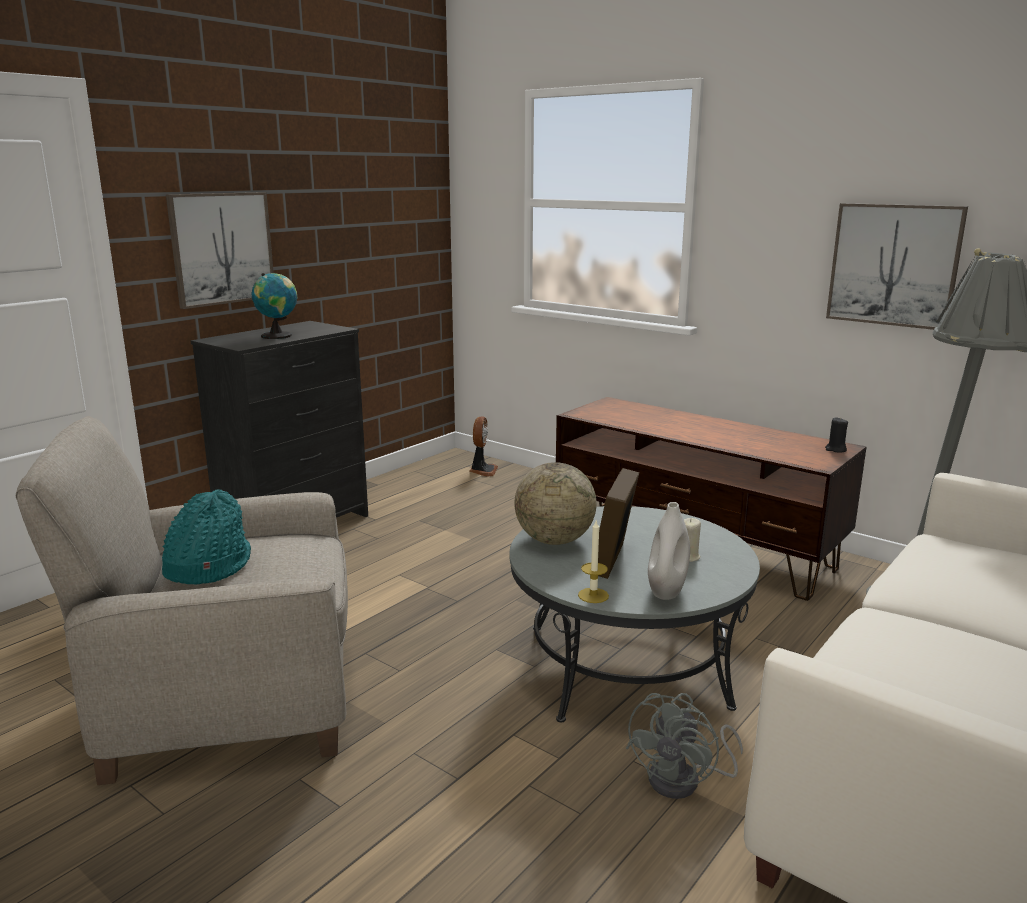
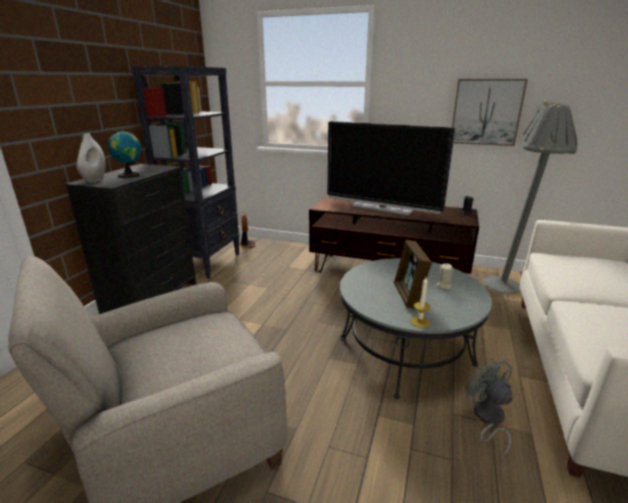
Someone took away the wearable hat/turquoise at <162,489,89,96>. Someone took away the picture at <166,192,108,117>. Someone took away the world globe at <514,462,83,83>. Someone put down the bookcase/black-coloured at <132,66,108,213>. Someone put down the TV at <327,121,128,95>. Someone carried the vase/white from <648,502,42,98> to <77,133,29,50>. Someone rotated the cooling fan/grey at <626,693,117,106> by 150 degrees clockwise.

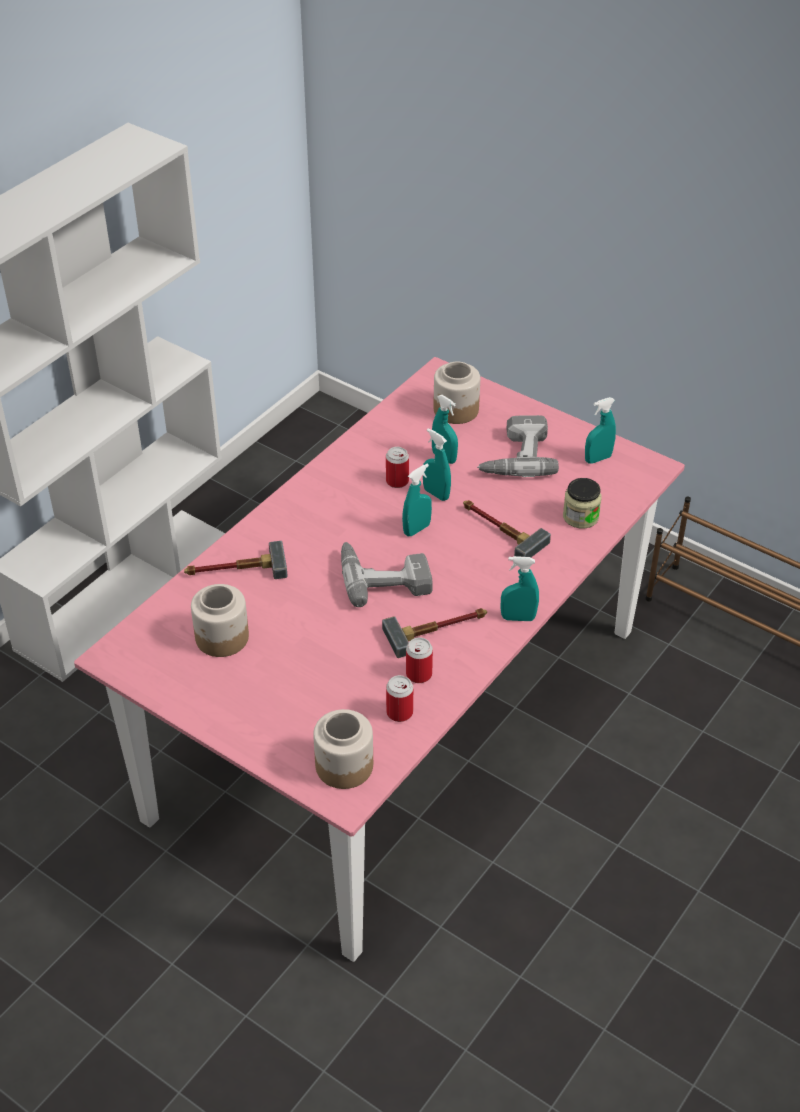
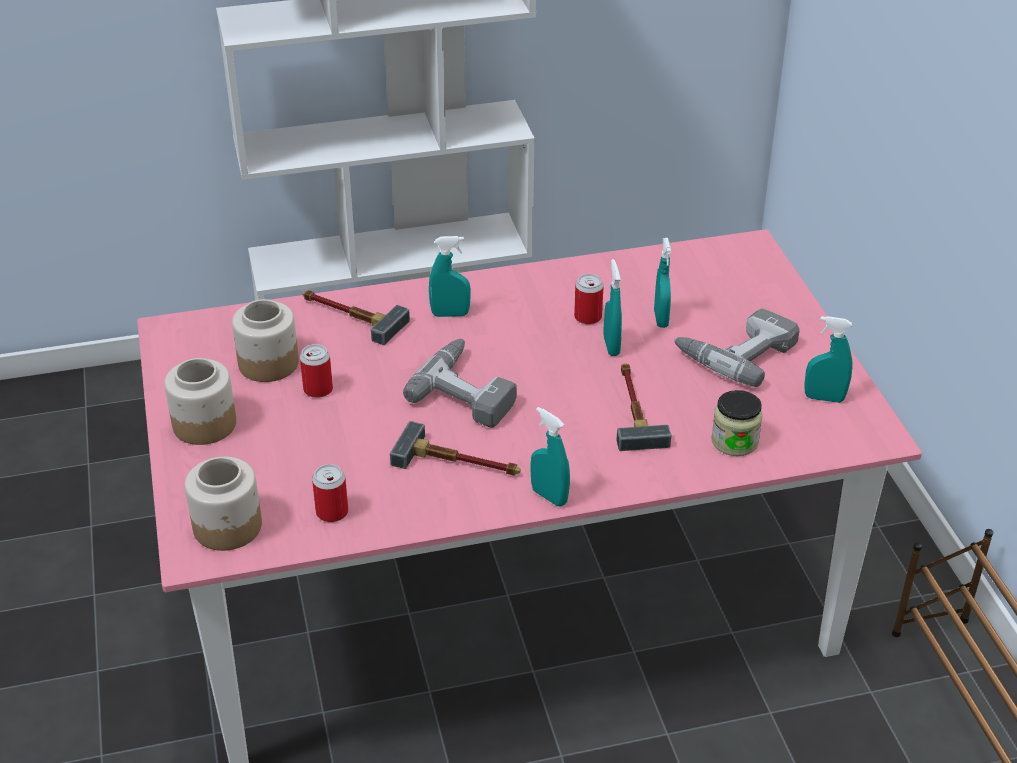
Someone carried the hand sprayer/turquoise from <402,464,30,72> to <429,236,42,81>. Someone carried the sealed can from <406,637,27,46> to <300,344,33,54>. Someone carried the preserve jar from <433,361,47,63> to <164,358,72,87>.

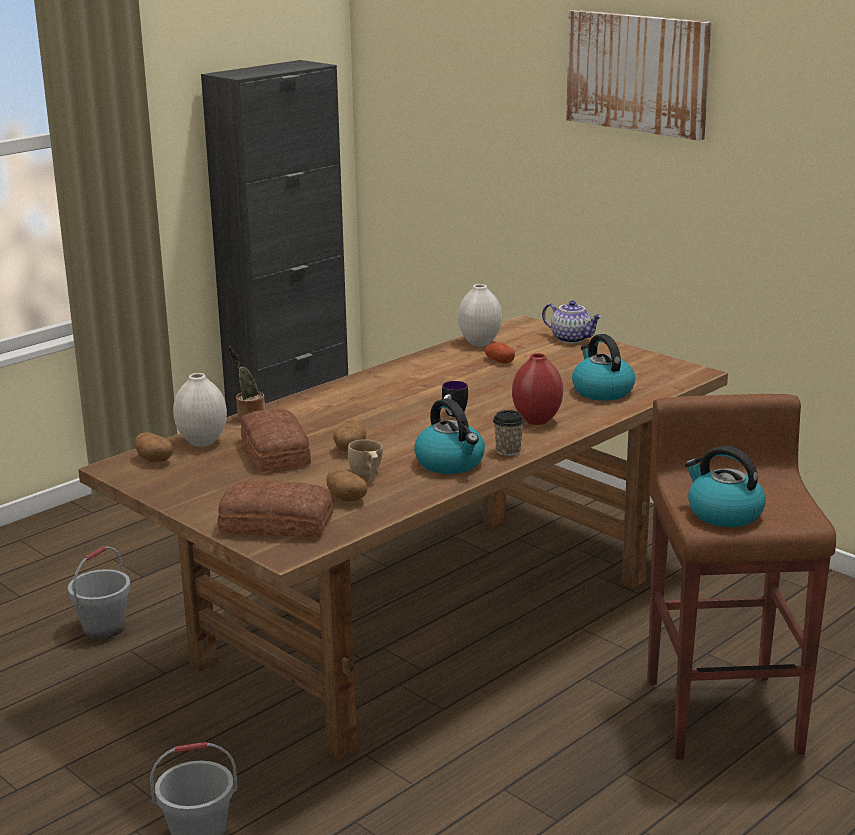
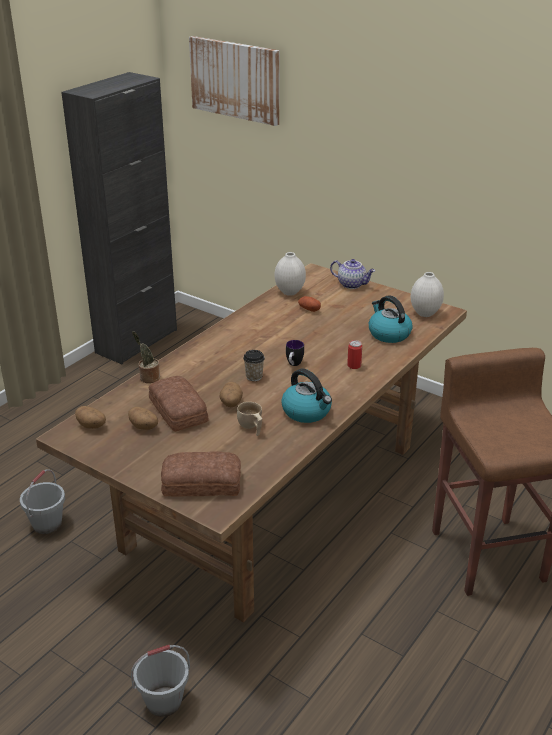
Someone took away the water kettle at <685,446,81,81>. Someone carried the vase/white from <173,373,54,74> to <411,272,33,45>. Someone carried the potato from <326,469,41,32> to <128,407,30,23>. Someone carried the drinking cup from <493,410,31,46> to <243,350,22,31>. Someone carried the picture from <566,10,146,131> to <189,36,90,90>. Someone swapped the vase/red at <512,353,51,72> for the sealed can at <347,340,15,29>.

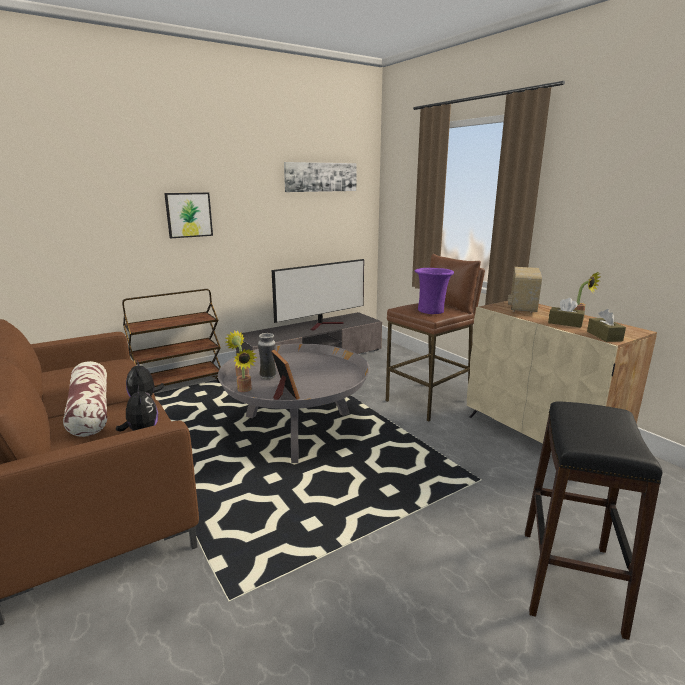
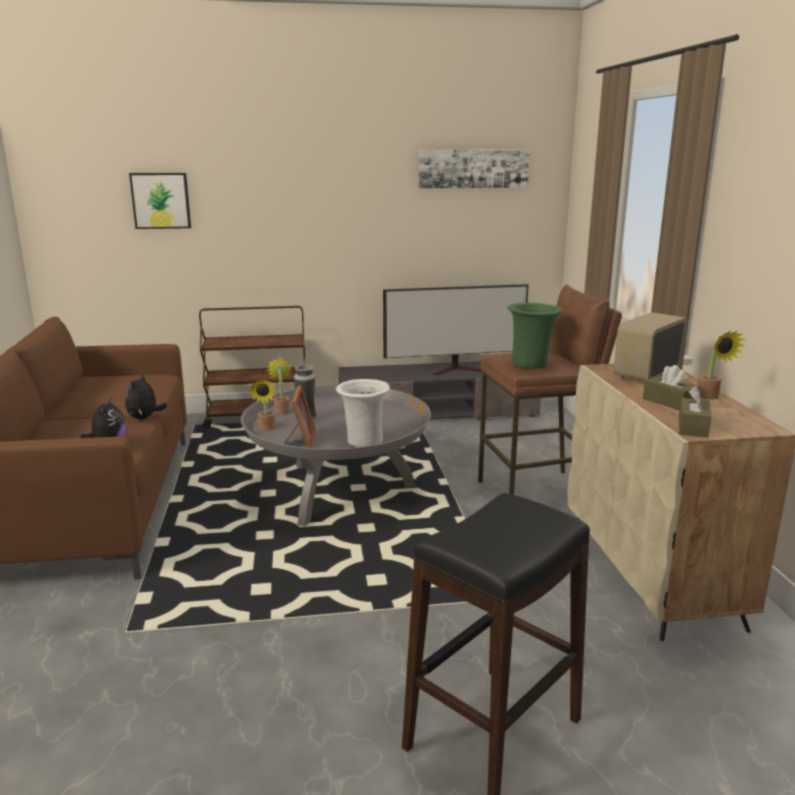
Someone took away the throw pillow at <63,361,44,76>. Someone put down the vase/white at <336,379,54,68>. Someone carried the picture from <164,192,49,46> to <129,173,62,56>. Someone repainted the vase/purplish at <415,268,39,46>, which became the vase/greenish at <507,303,55,66>.

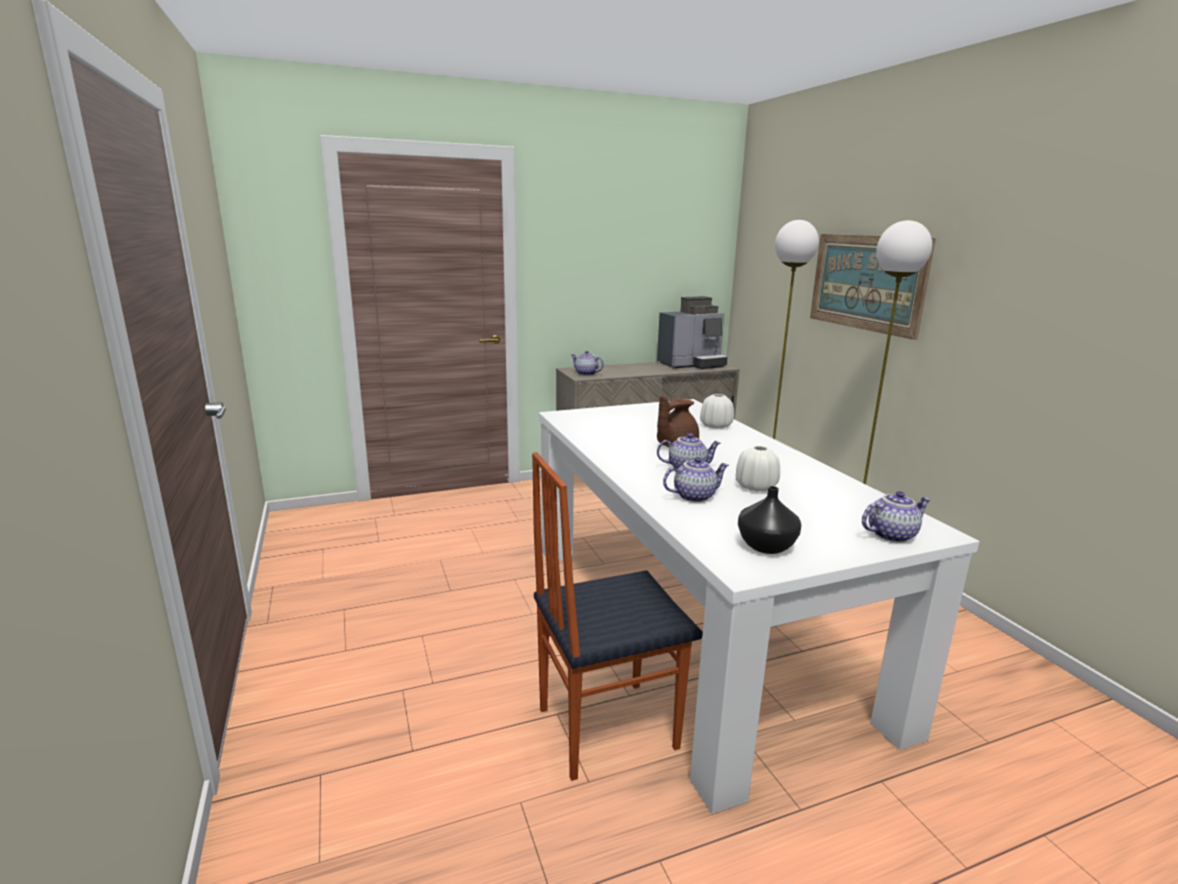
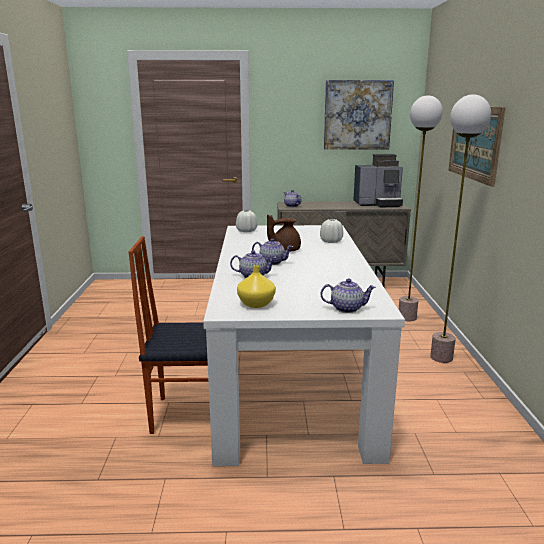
Someone put up the picture at <324,80,70,70>. Someone carried the vase/white from <736,446,44,46> to <236,210,21,22>. Someone repainted the vase/black-coloured at <738,486,63,68>, which became the vase/yellow-coloured at <237,265,39,43>.

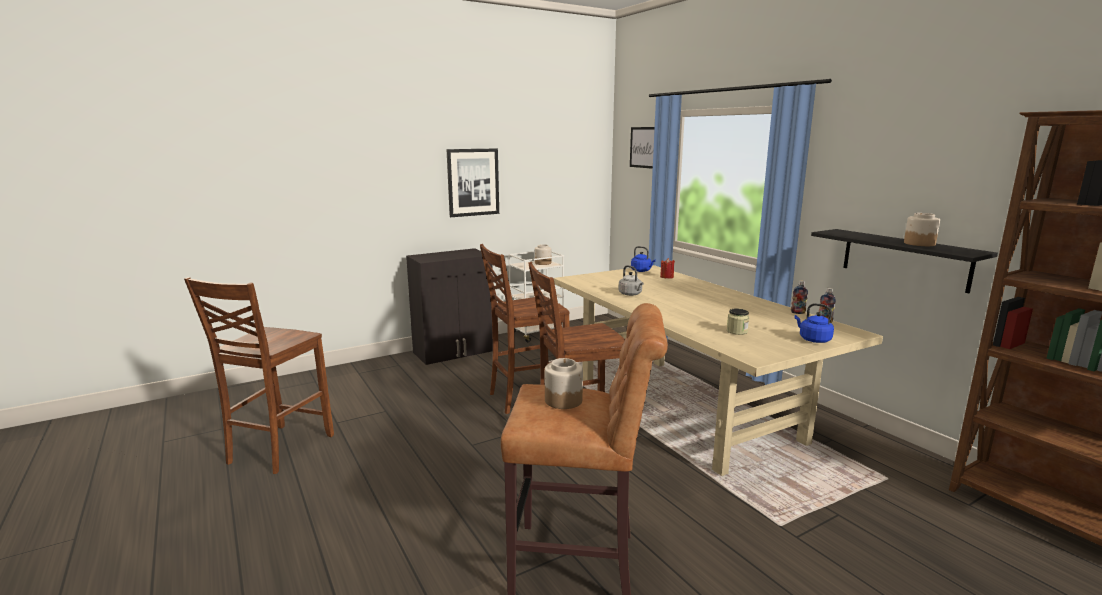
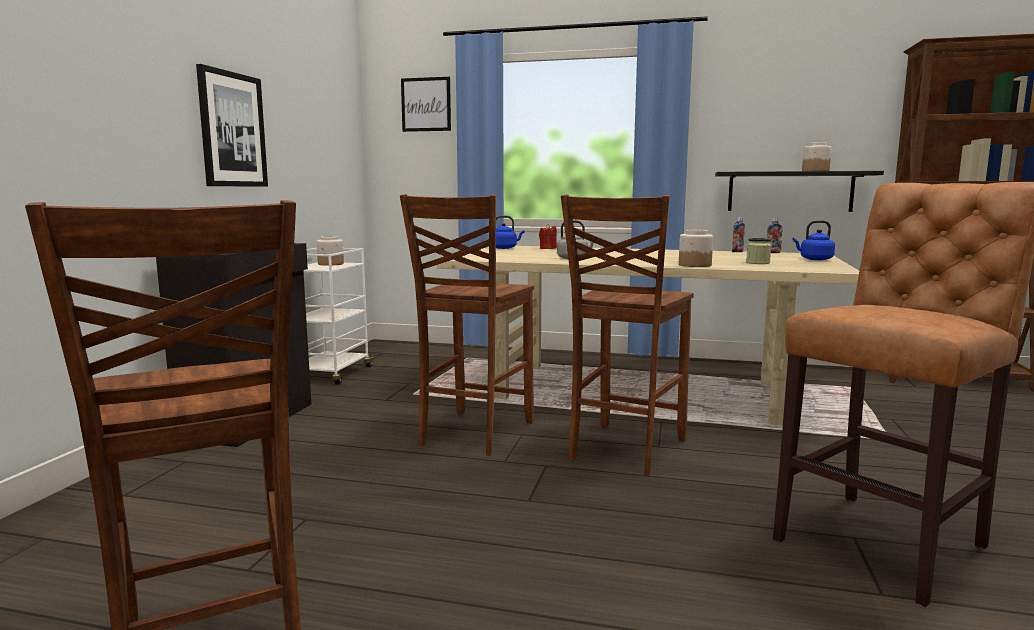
Someone carried the preserve jar from <545,358,38,51> to <679,229,34,38>.

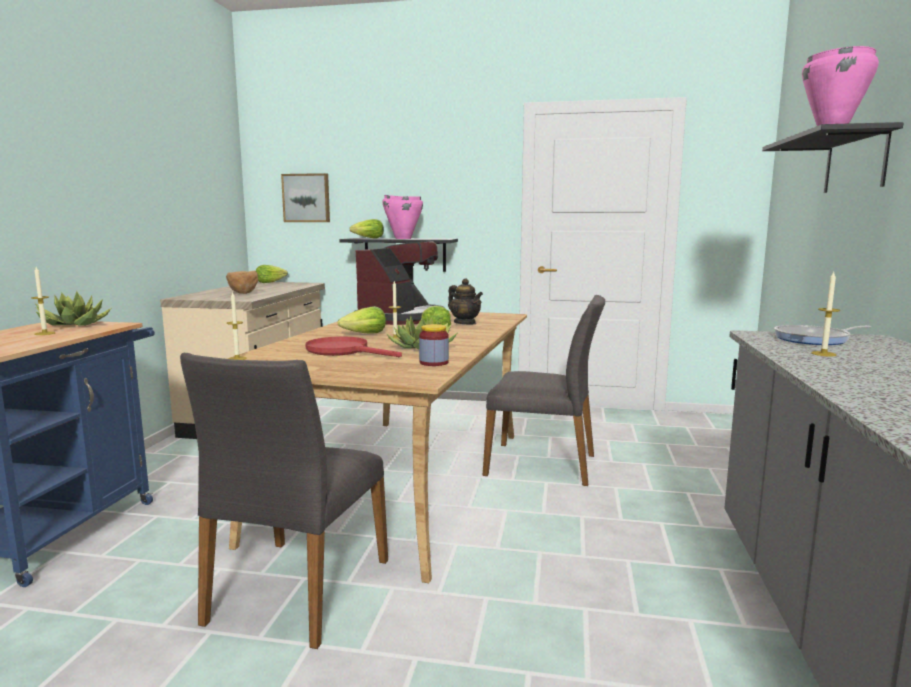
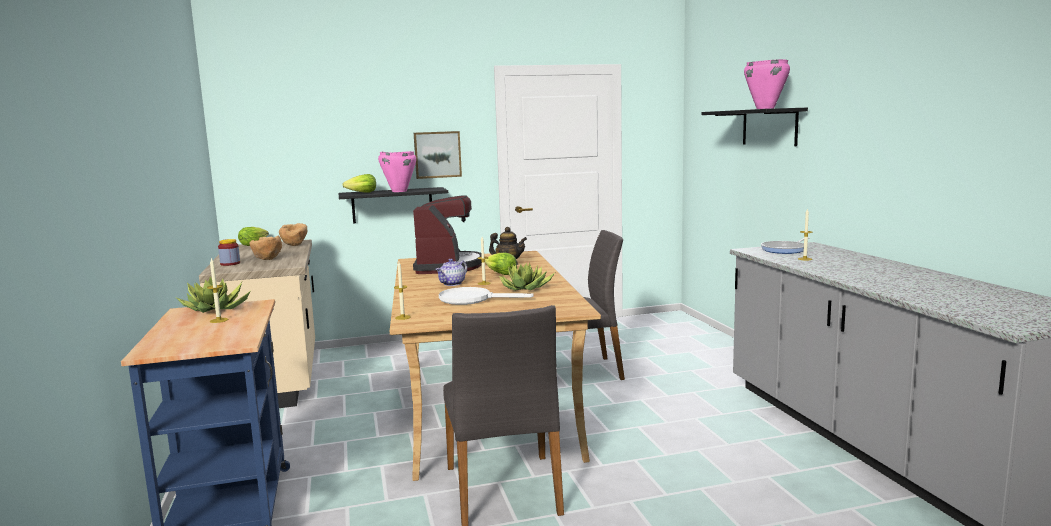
Someone put down the bowl/brown-coloured at <279,223,29,23>. Someone carried the picture from <281,173,49,49> to <414,131,48,48>. Someone carried the preserve jar from <419,324,30,42> to <218,239,22,27>. Someone swapped the lettuce at <338,306,48,28> for the teapot at <435,259,32,27>. Someone repainted the pan/red at <305,336,97,21>, which became the pan/white at <439,287,94,18>.

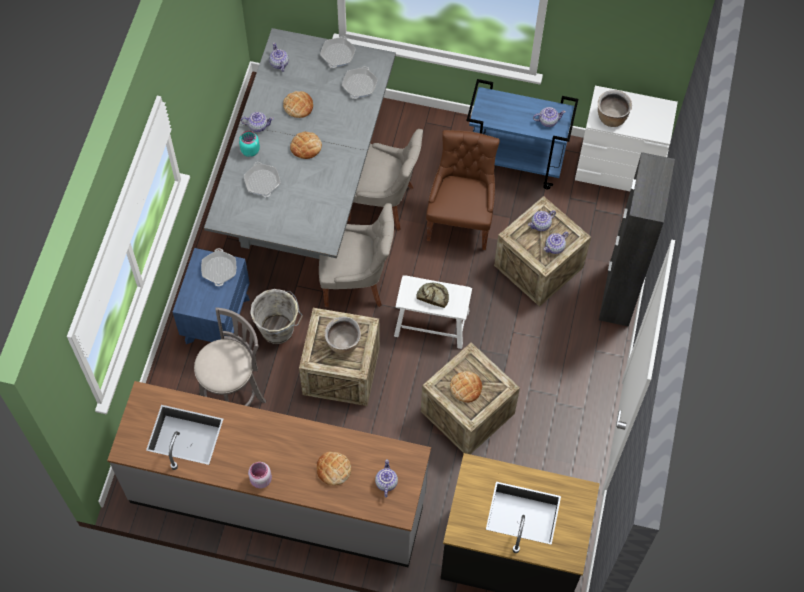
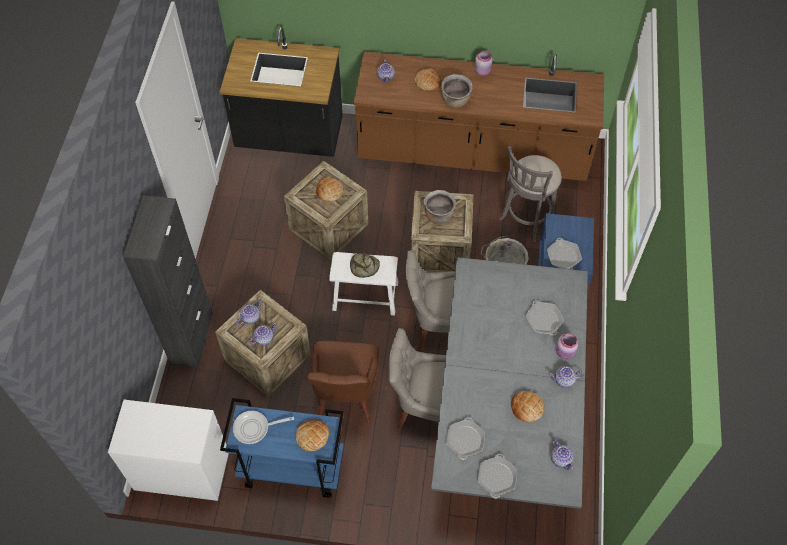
Someone carried the baked bread from <290,132,32,27> to <295,420,34,31>. Someone carried the stockpot/brown-coloured from <598,90,34,37> to <441,74,32,34>. Someone swapped the teapot at <533,107,33,20> for the pan at <233,411,61,33>. Someone repainted the kitchen base unit/grey at <107,381,324,186>, which became the kitchen base unit/brown-coloured at <354,52,250,129>. Someone repainted the preserve jar/turquoise at <239,131,21,26>, which became the preserve jar/pink at <556,333,22,26>.

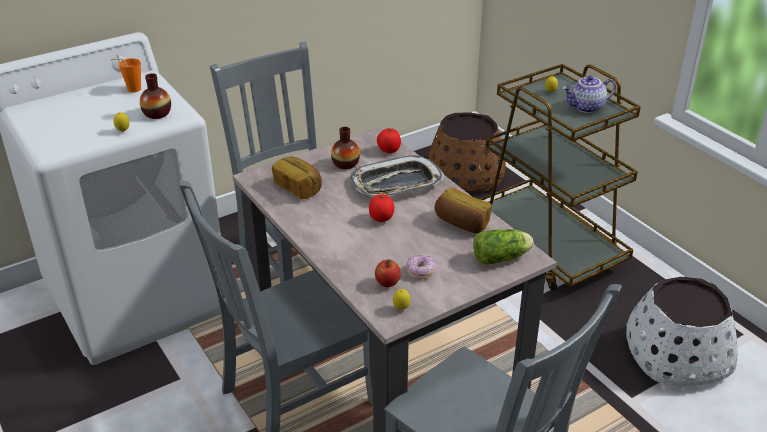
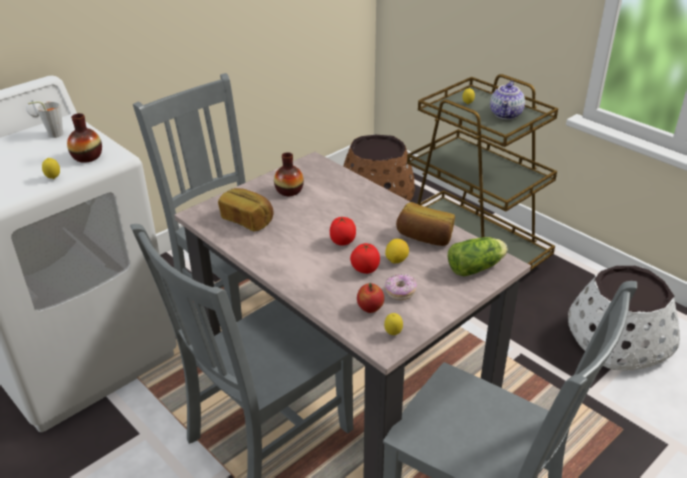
Someone took away the serving tray at <350,155,94,42>. Someone put down the citrus fruit at <385,239,24,25>. Someone carried the fresh tomato from <377,128,24,25> to <350,243,30,31>. Someone repainted the drinking cup/orange-coloured at <111,58,30,34>, which became the drinking cup/grey at <28,101,35,37>. Someone rotated the teapot at <563,75,53,38> by 45 degrees counterclockwise.

